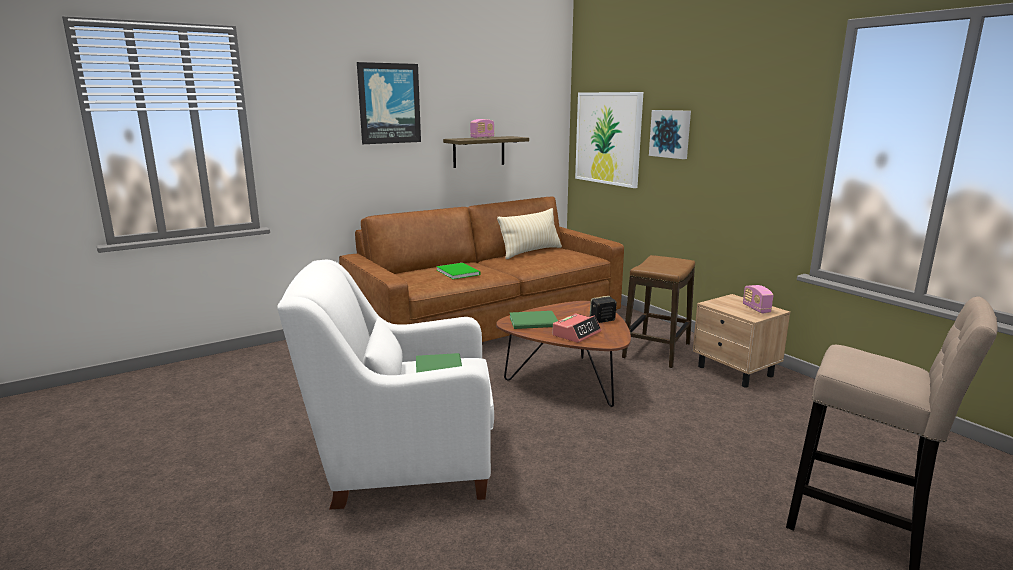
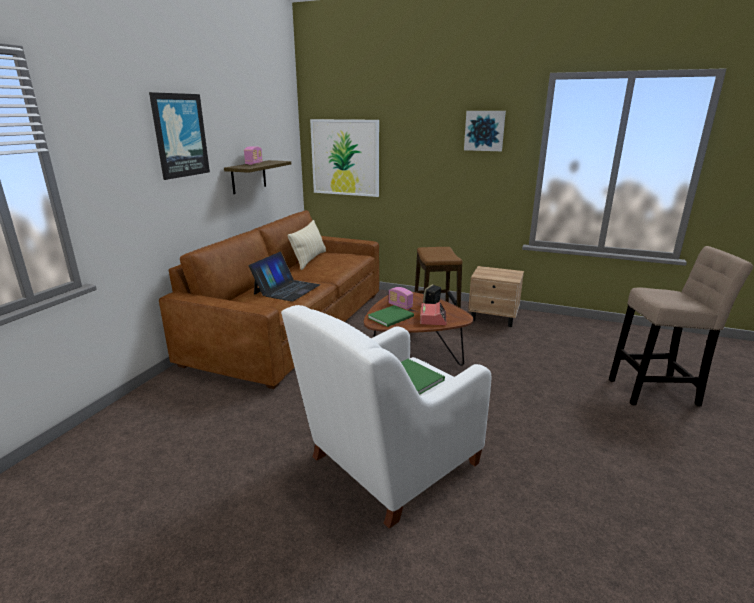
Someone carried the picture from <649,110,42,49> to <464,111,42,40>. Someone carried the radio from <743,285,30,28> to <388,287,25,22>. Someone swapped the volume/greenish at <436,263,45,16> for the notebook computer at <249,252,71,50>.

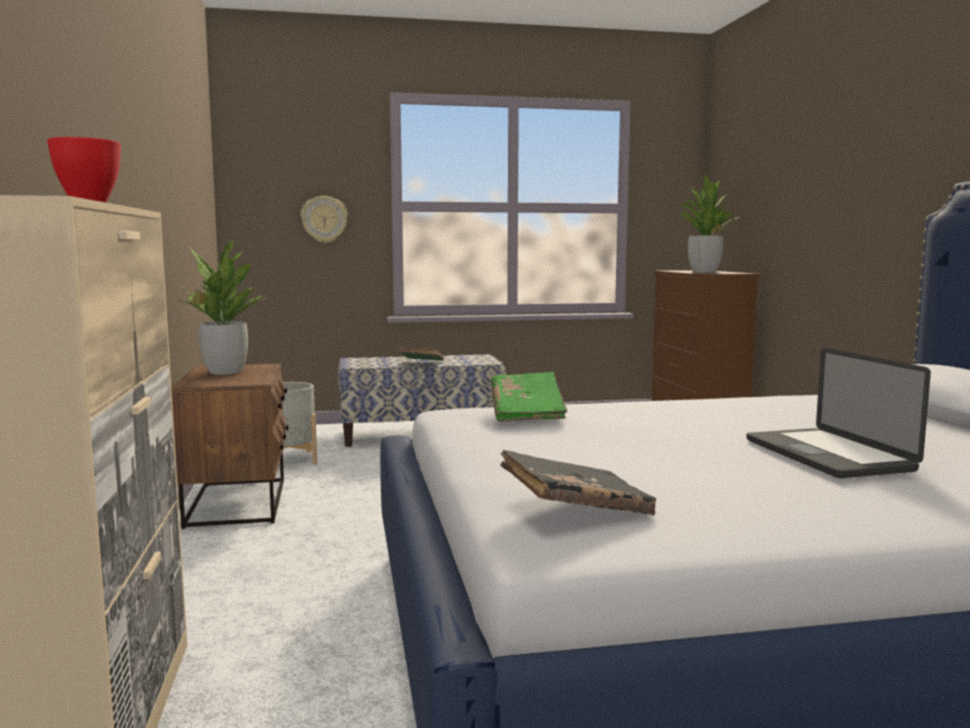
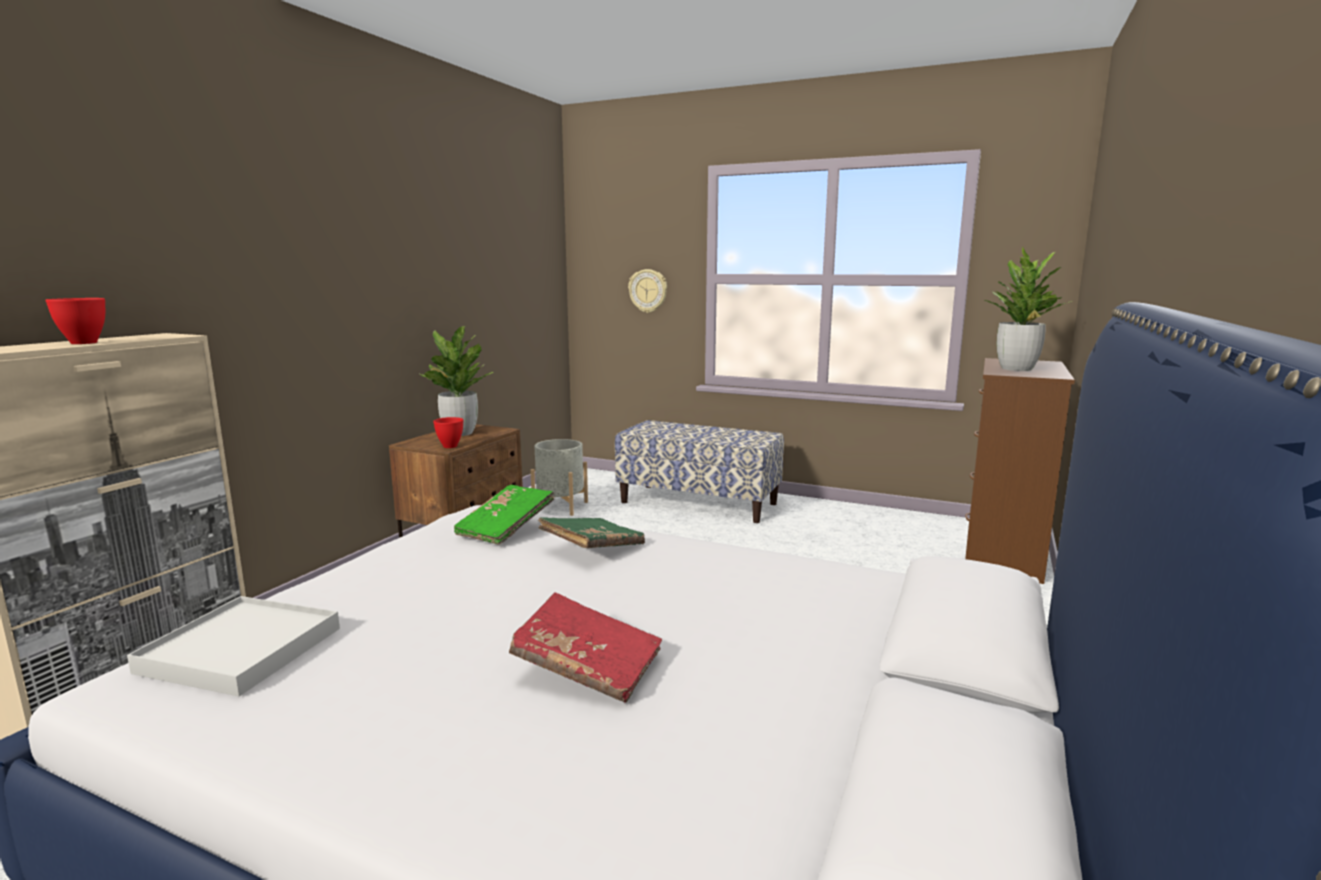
Someone put down the bowl/red at <433,417,30,31>. Someone carried the volume/greenish from <400,347,44,14> to <538,517,107,31>. Someone swapped the volume/black-coloured at <500,450,156,66> for the serving tray/white at <127,596,213,100>. Someone swapped the notebook computer at <747,348,184,130> for the volume/red at <509,592,153,111>.

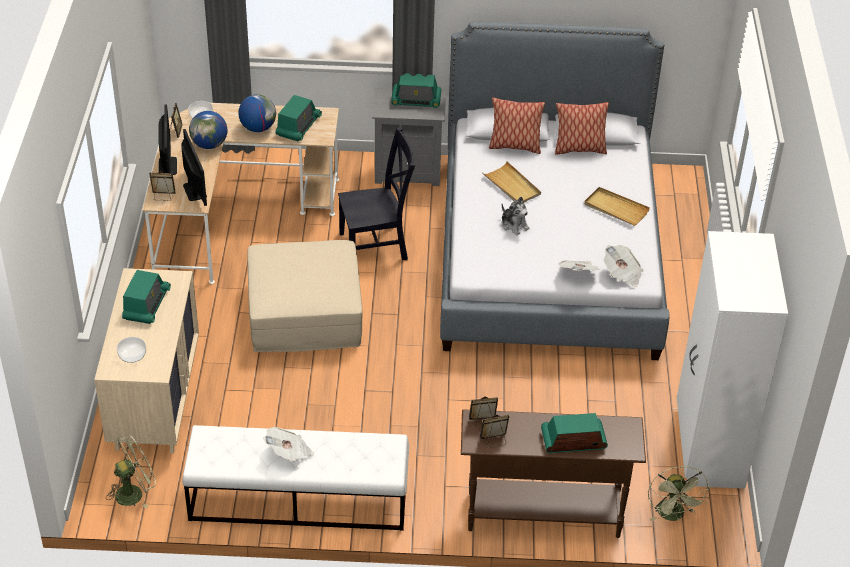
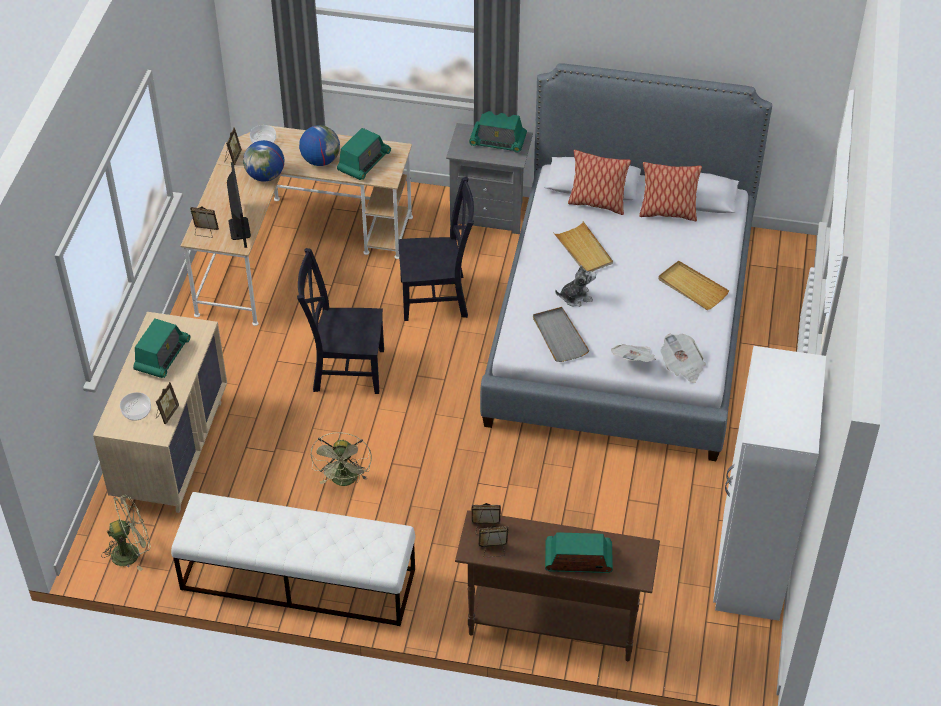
Someone took away the monitor at <159,104,18,71>. Someone took away the daily paper at <263,427,51,35>. Someone put down the picture frame at <156,382,23,42>. Someone put down the serving tray/grey at <533,307,56,55>. Someone carried the cooling fan/greenish from <648,466,62,55> to <310,432,62,54>. Someone swapped the pouffe/beige at <247,240,115,112> for the plain chair/black-coloured at <297,248,87,146>. Someone rotated the soft toy at <502,197,28,39> by 75 degrees counterclockwise.

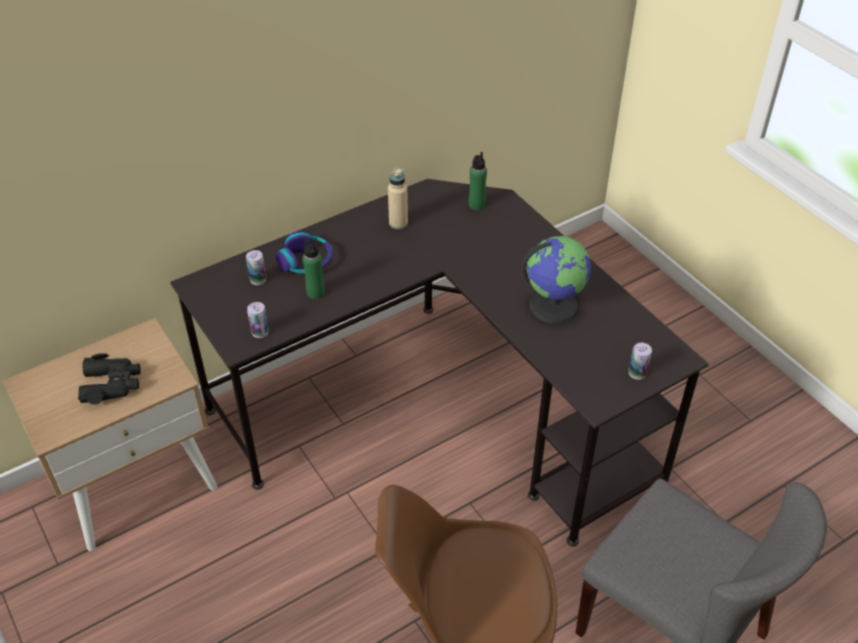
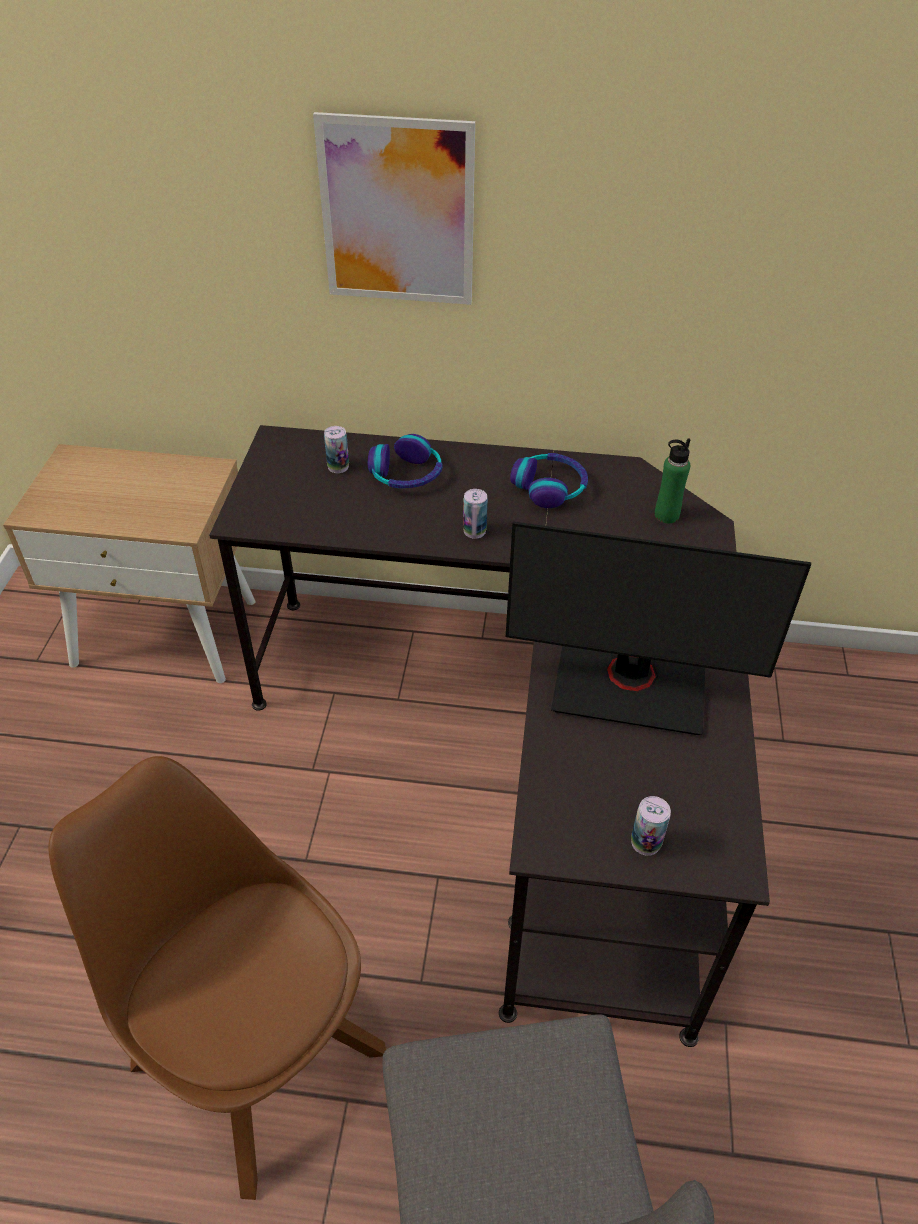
Someone took away the field glasses/black-coloured at <78,353,63,52>. Someone took away the beverage bottle/greenish at <302,238,23,61>. Someone put up the picture at <313,112,162,193>. Someone carried the sealed can from <247,302,22,36> to <463,489,25,50>. Someone swapped the beverage bottle/beige at <388,168,20,61> for the headphones at <510,453,78,55>. Someone swapped the world globe at <522,236,69,88> for the monitor at <506,521,305,214>.

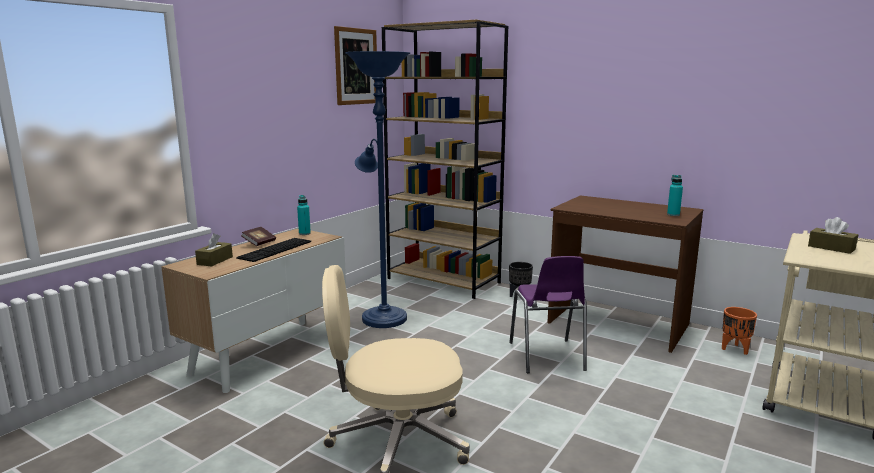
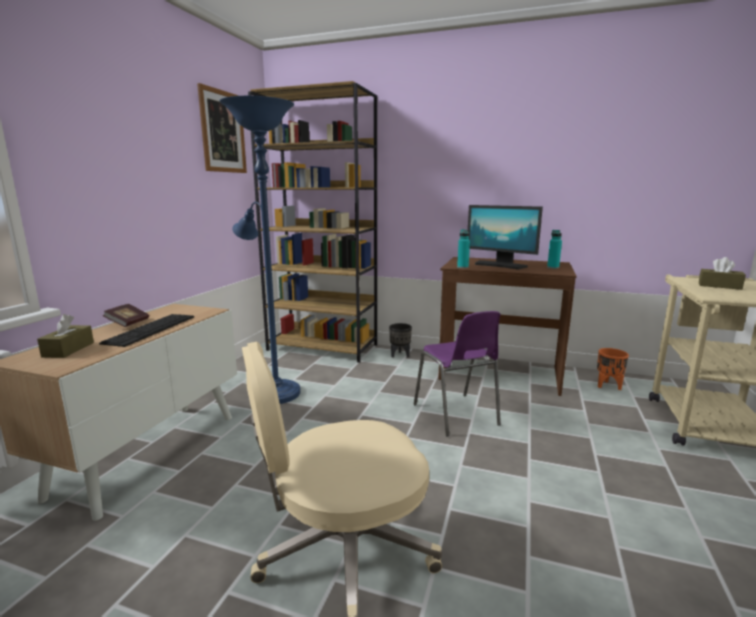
Someone put down the monitor at <468,205,75,65>. Someone carried the beverage bottle/turquoise from <297,195,14,40> to <457,229,13,39>.

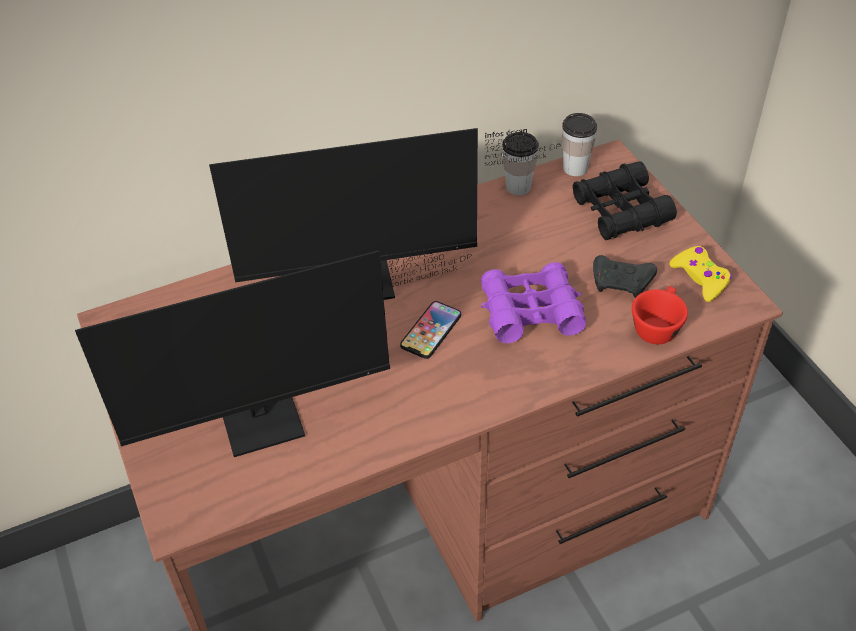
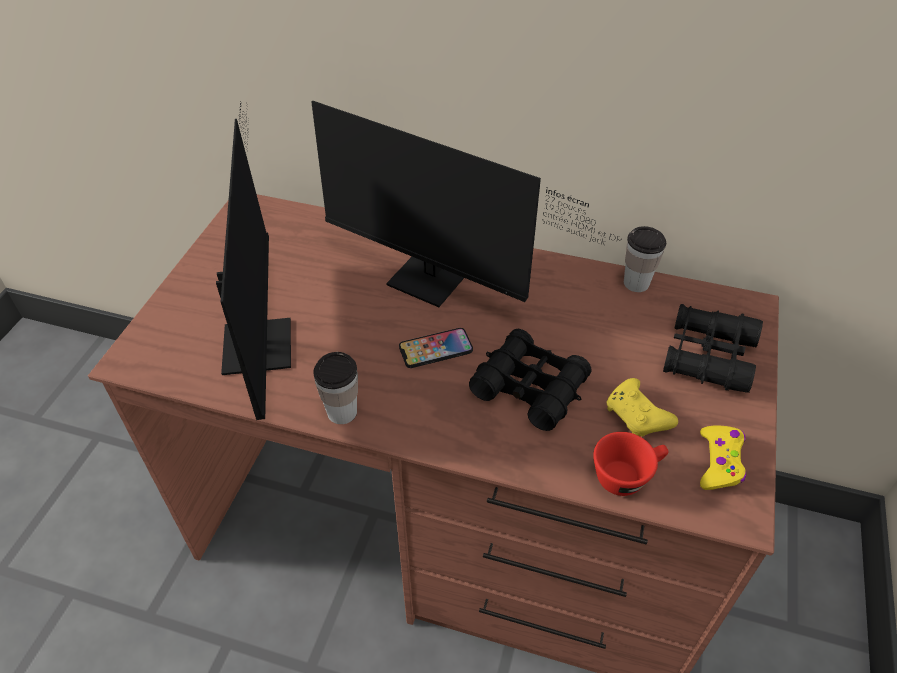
Someone carried the drinking cup from <562,113,35,63> to <313,352,45,72>. Someone repainted the field glasses/purplish at <481,262,105,81>, which became the field glasses/black-coloured at <469,329,123,102>. Someone repainted the gamepad/black-coloured at <593,255,64,43>, which became the gamepad/yellow-coloured at <607,378,71,59>. Someone rotated the monitor at <75,244,396,213> by 120 degrees counterclockwise.

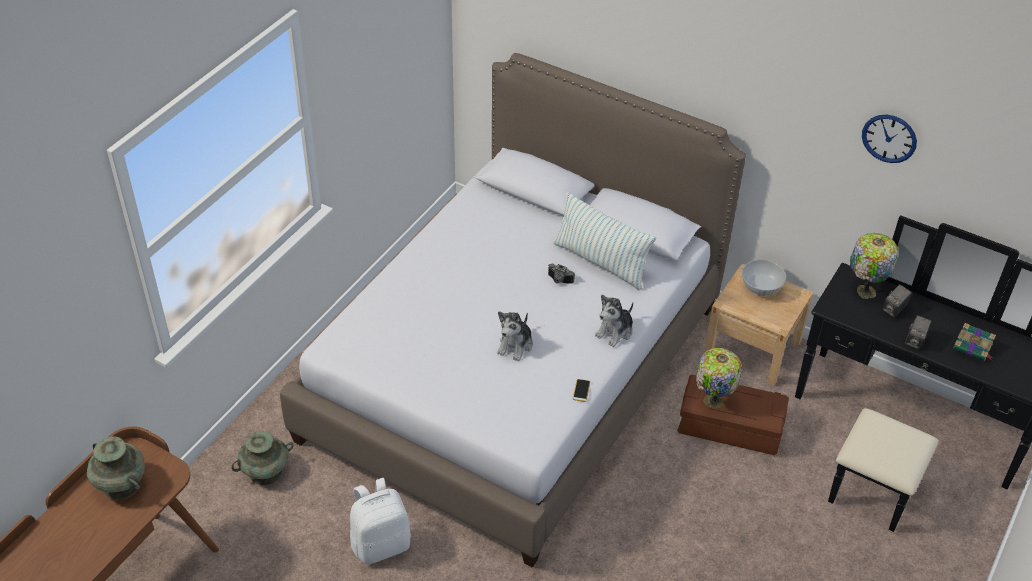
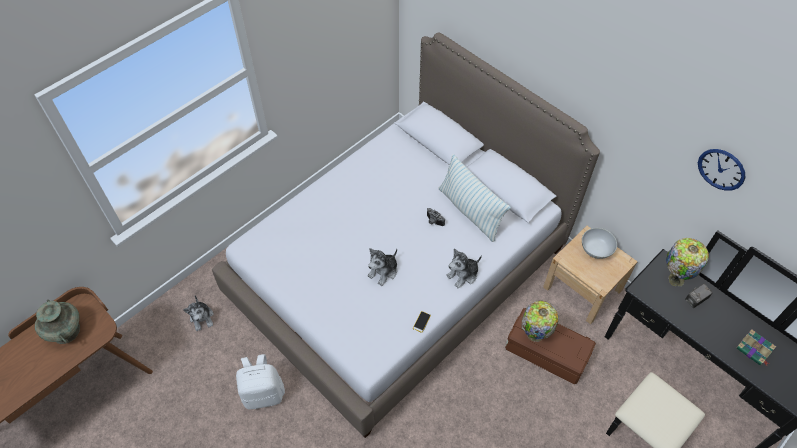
Someone took away the photo camera at <905,315,27,34>. Someone swapped the vase/turquoise at <231,431,63,54> for the soft toy at <183,296,31,35>.

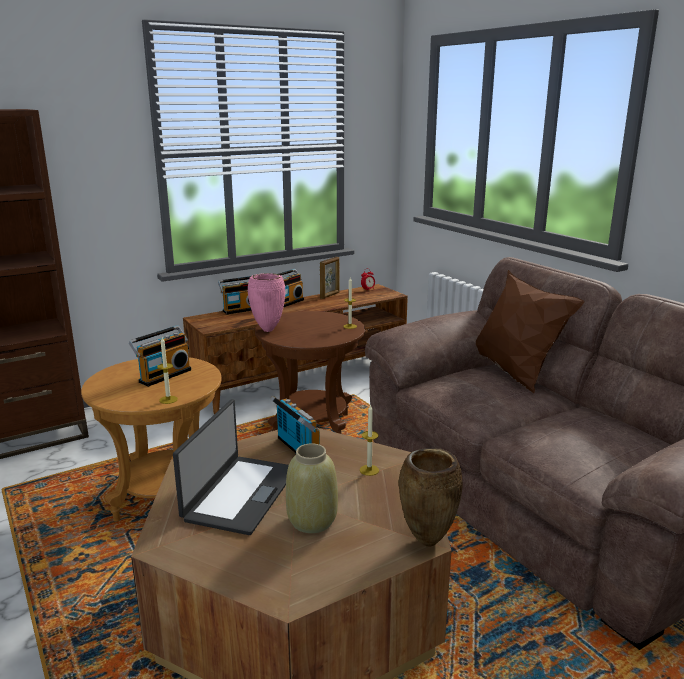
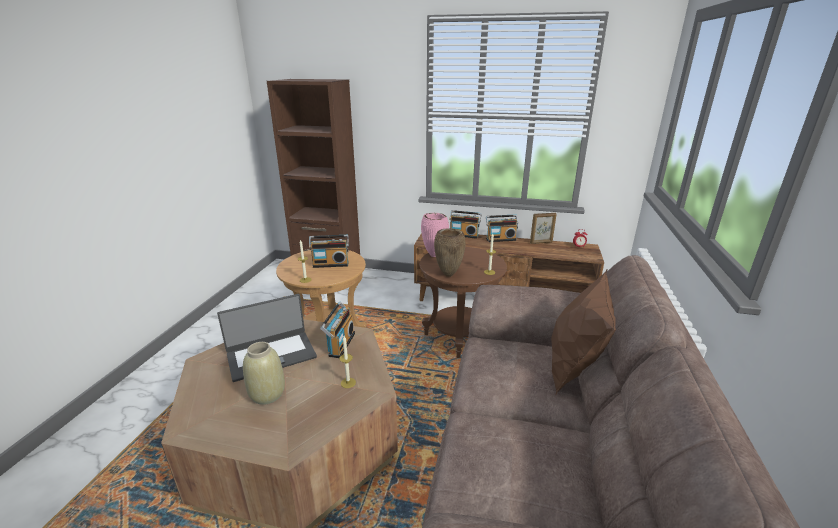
Someone carried the vase/brown-coloured from <399,448,64,98> to <434,228,32,49>.

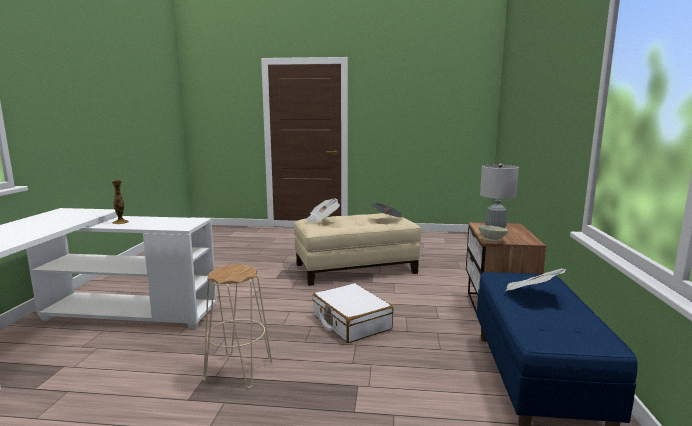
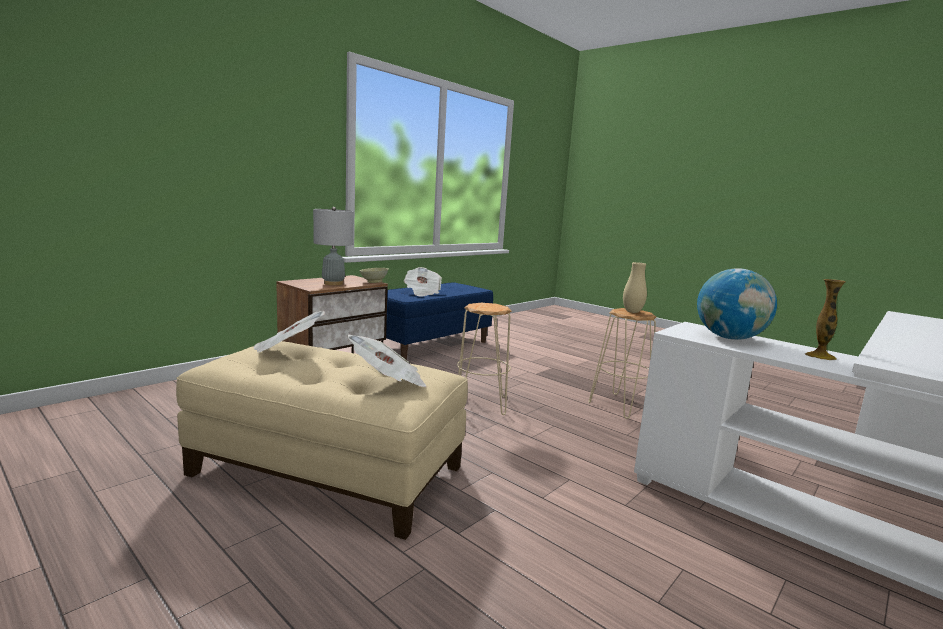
Someone put down the vase/beige at <623,262,24,51>. Someone put down the world globe at <697,268,80,72>. Someone swapped the piece of luggage/white at <312,283,82,60> for the sitting stool/beige at <457,303,55,112>.

